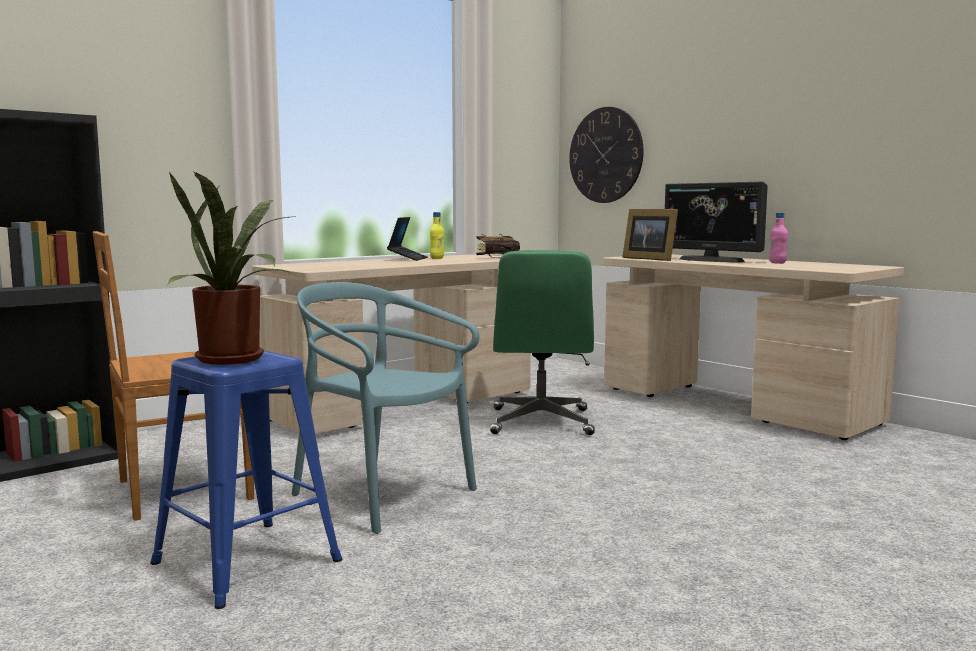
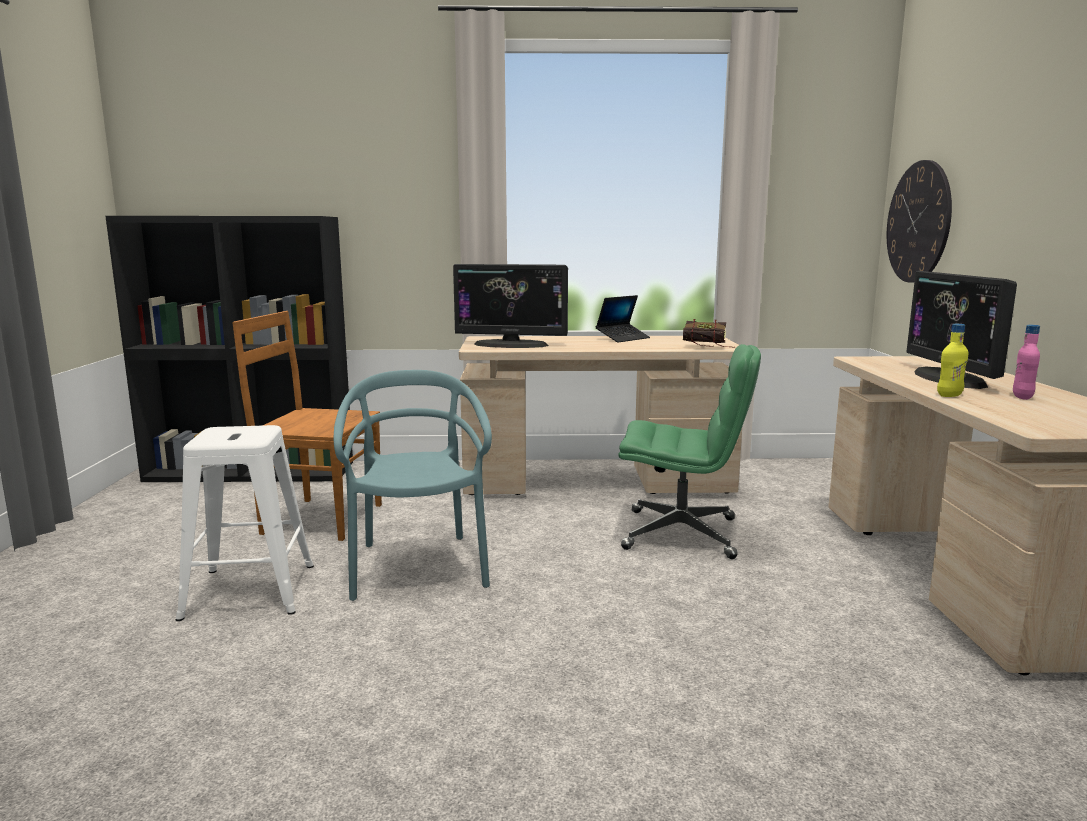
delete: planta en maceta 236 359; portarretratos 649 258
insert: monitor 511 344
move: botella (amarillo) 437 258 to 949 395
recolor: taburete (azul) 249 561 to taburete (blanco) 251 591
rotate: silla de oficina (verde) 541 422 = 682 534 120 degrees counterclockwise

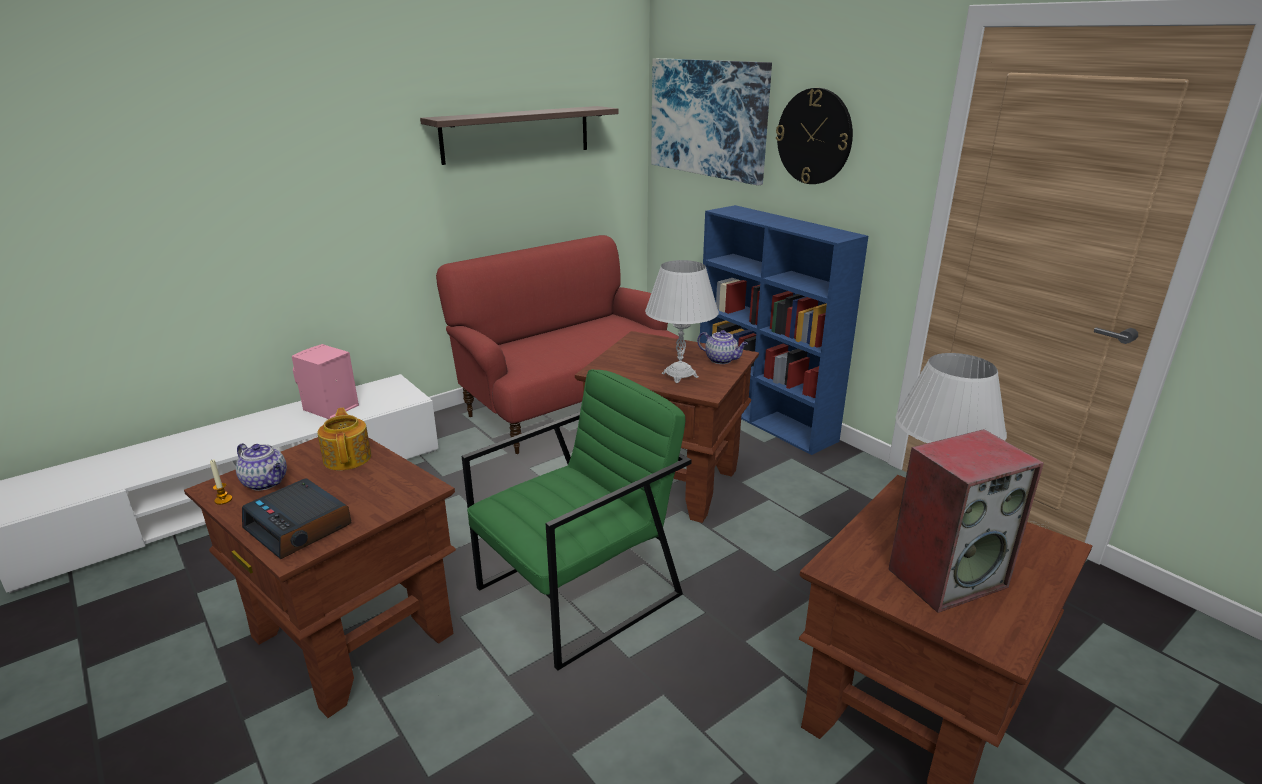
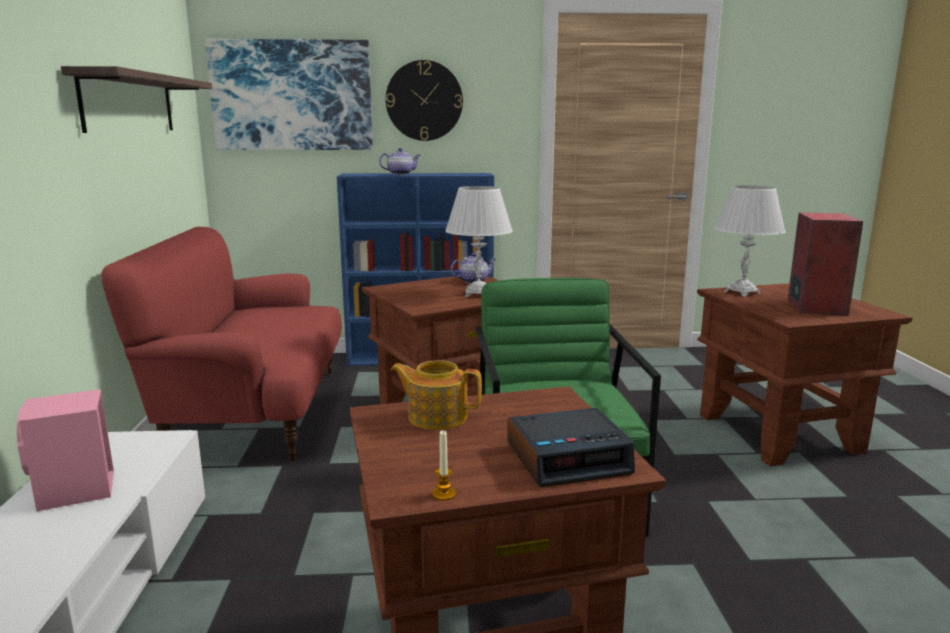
move: tetera 266 482 to 401 174

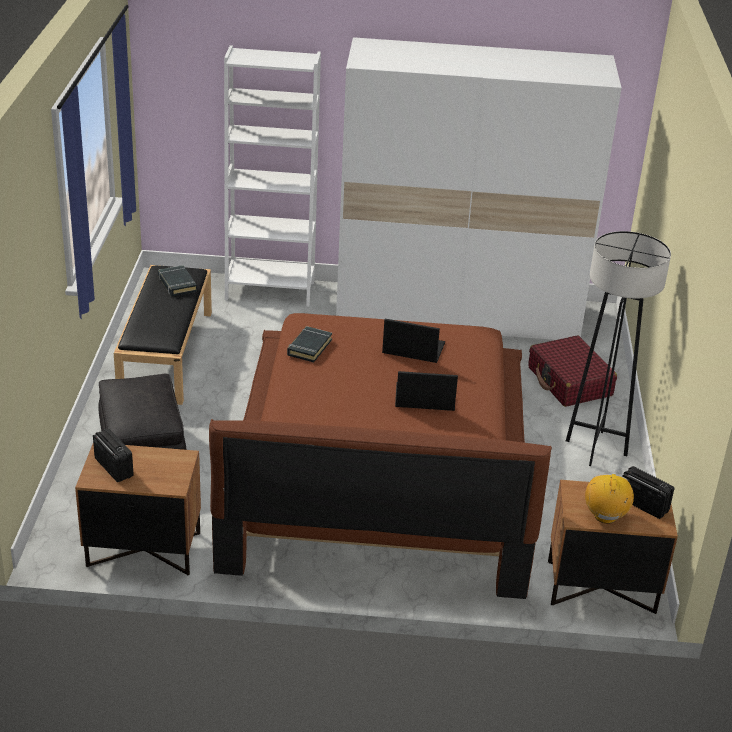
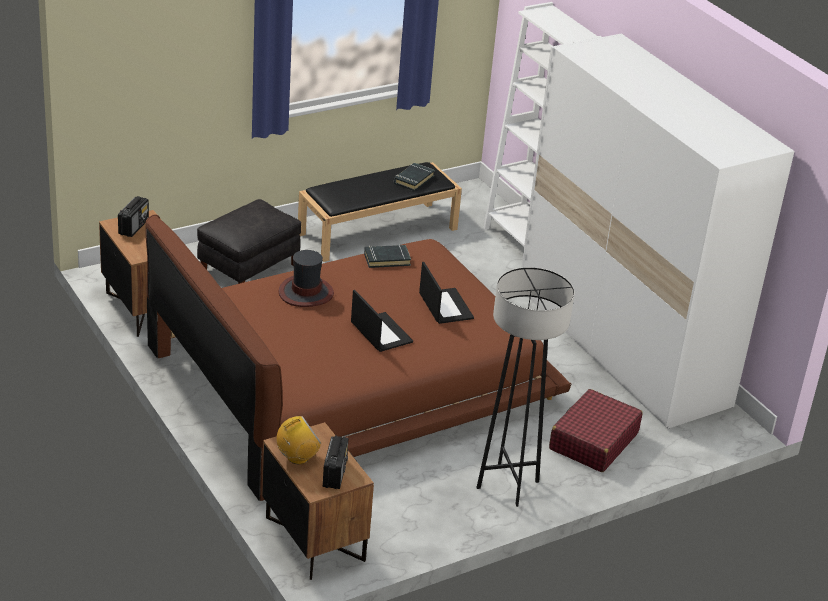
insert: sombrero 305 293

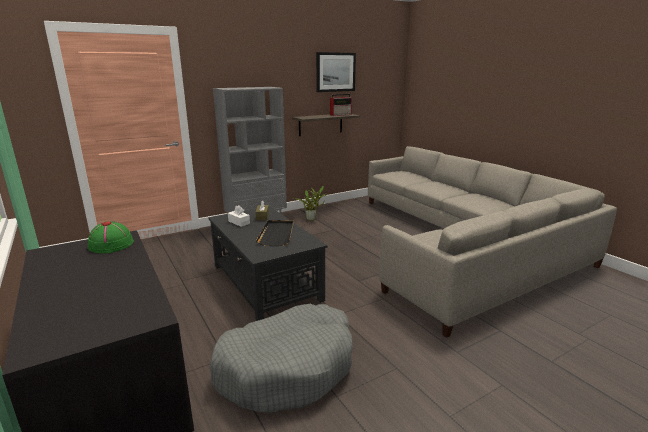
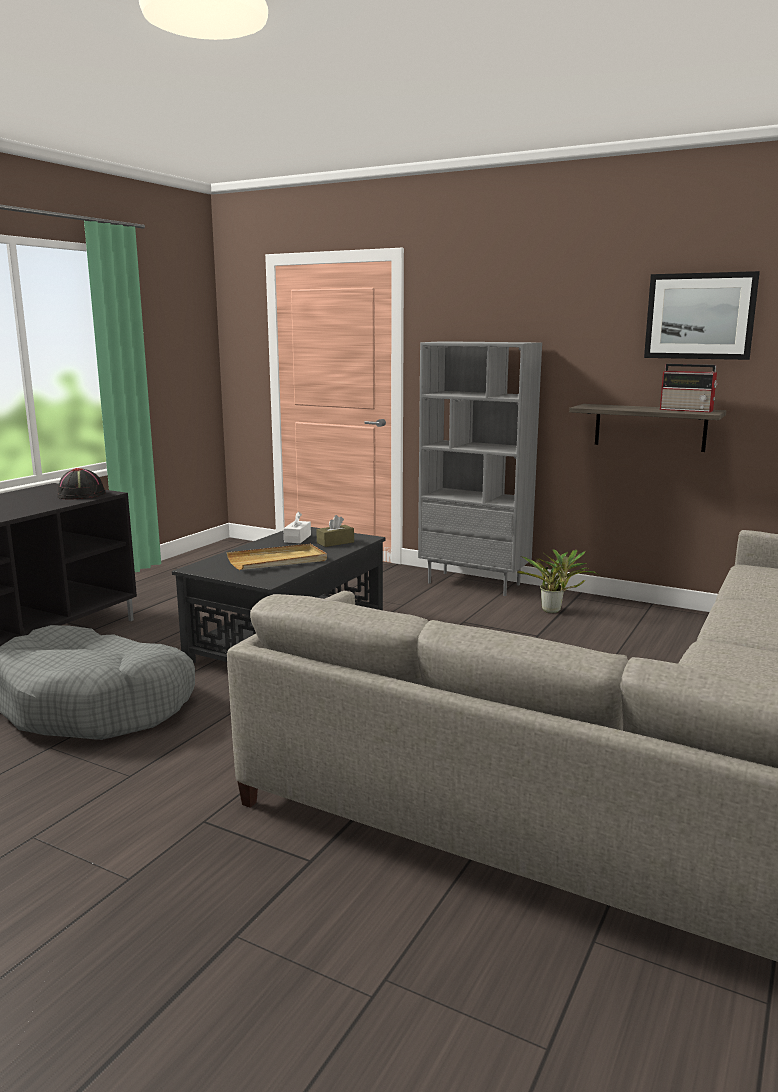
recolor: bandeja (negro) 277 234 to bandeja (beis) 278 561; sombrero (verde) 111 244 to sombrero (negro) 81 495

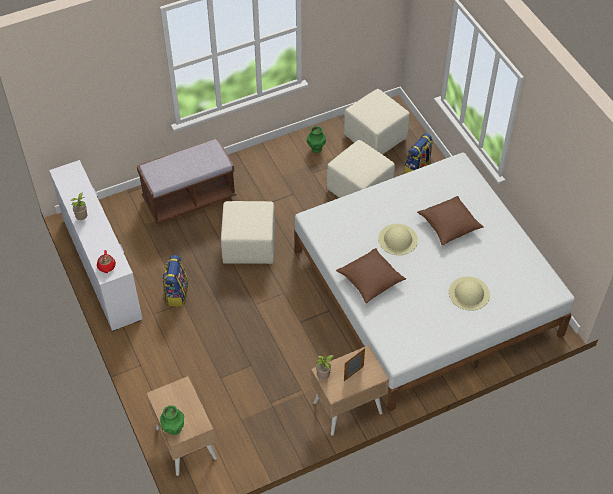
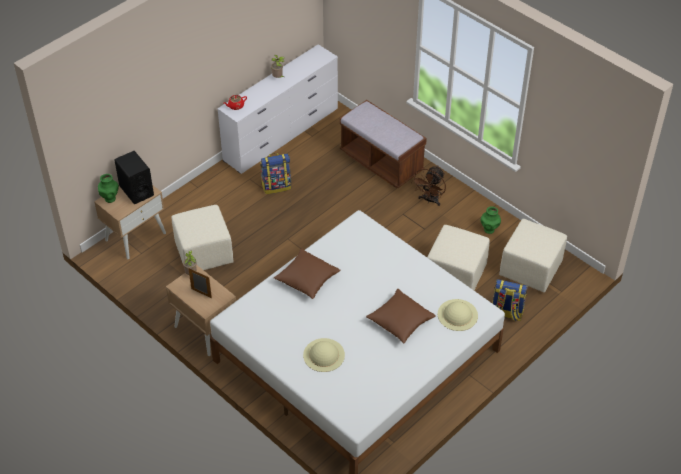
insert: altavoz (negro) 136 191; ventilador (marrón) 429 200
move: puf (beis) 248 246 to 203 253; sombrero (beis) 398 239 to 457 315

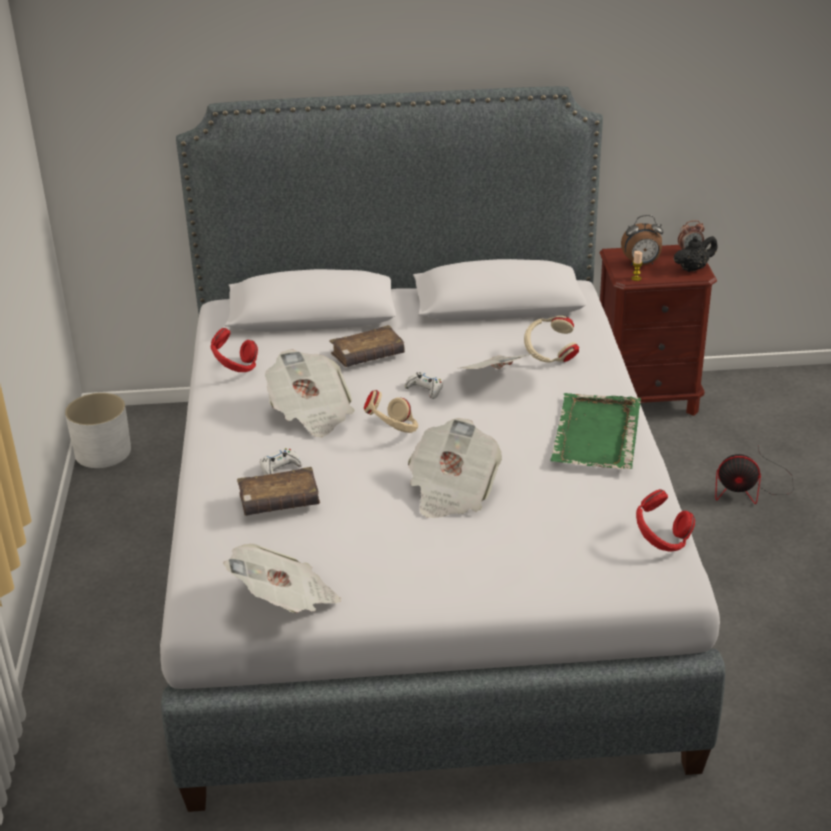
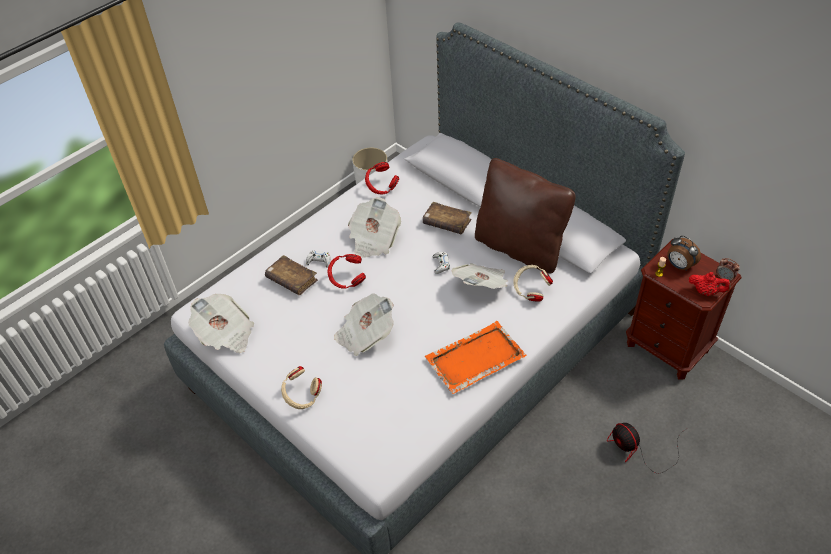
insert: cojín (marrón) 520 247
move: auriculares (beis) 393 431 to 302 397; auriculares (rojo) 661 541 to 347 280
recolor: tetera (negro) 693 268 to tetera (rojo) 706 292; bandeja (verde) 596 435 to bandeja (naranja) 474 359

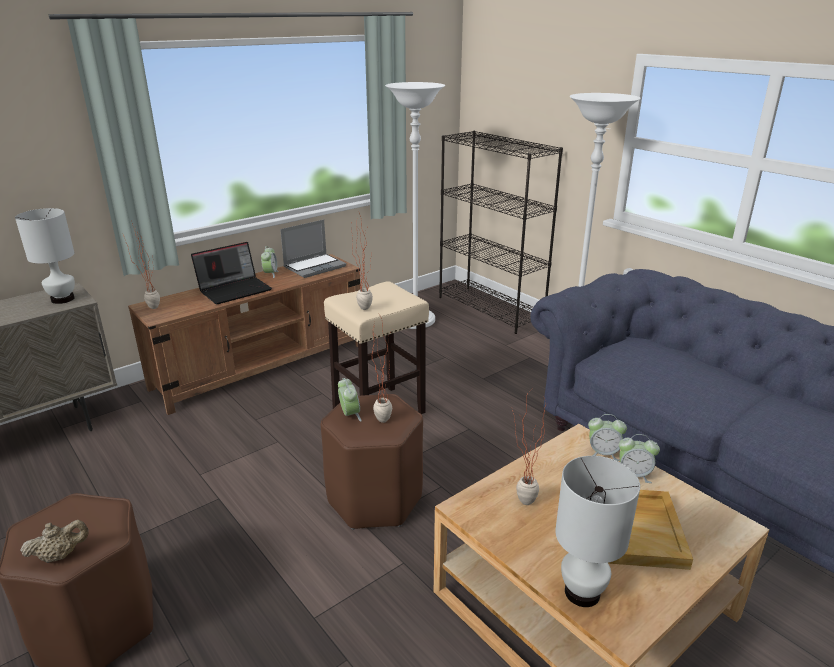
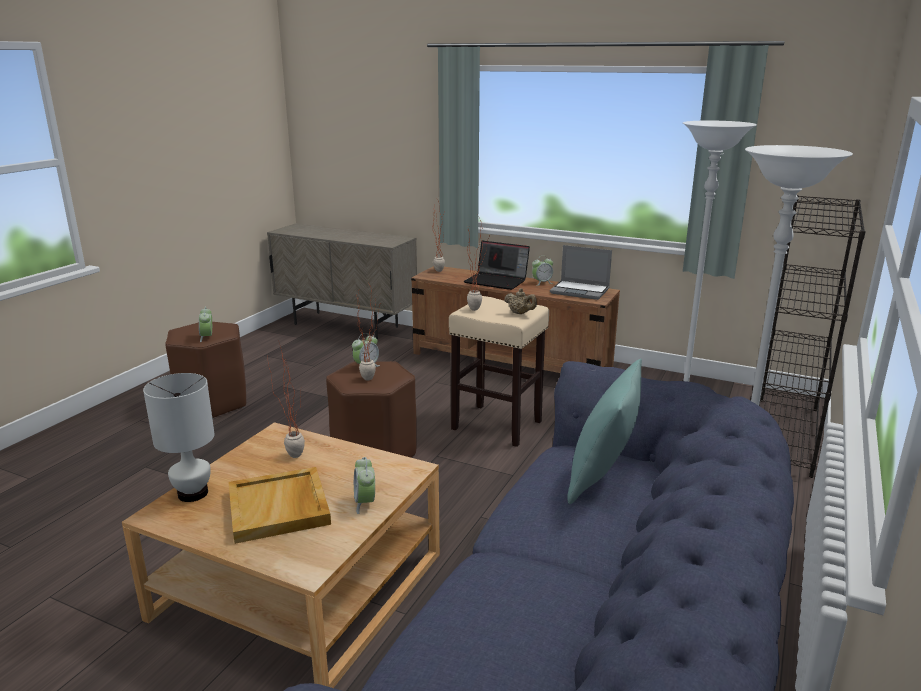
delete: lámpara de mesa (blanco) 62 299
insert: cojín (turquesa) 602 478
move: despertador 603 453 to 207 337; tetera (beis) 60 555 to 520 313

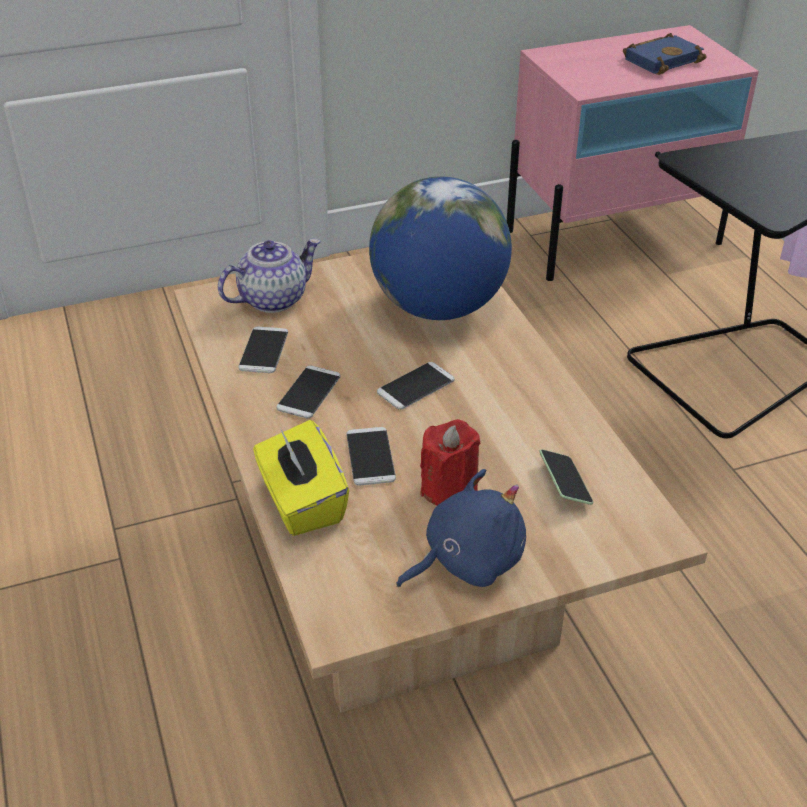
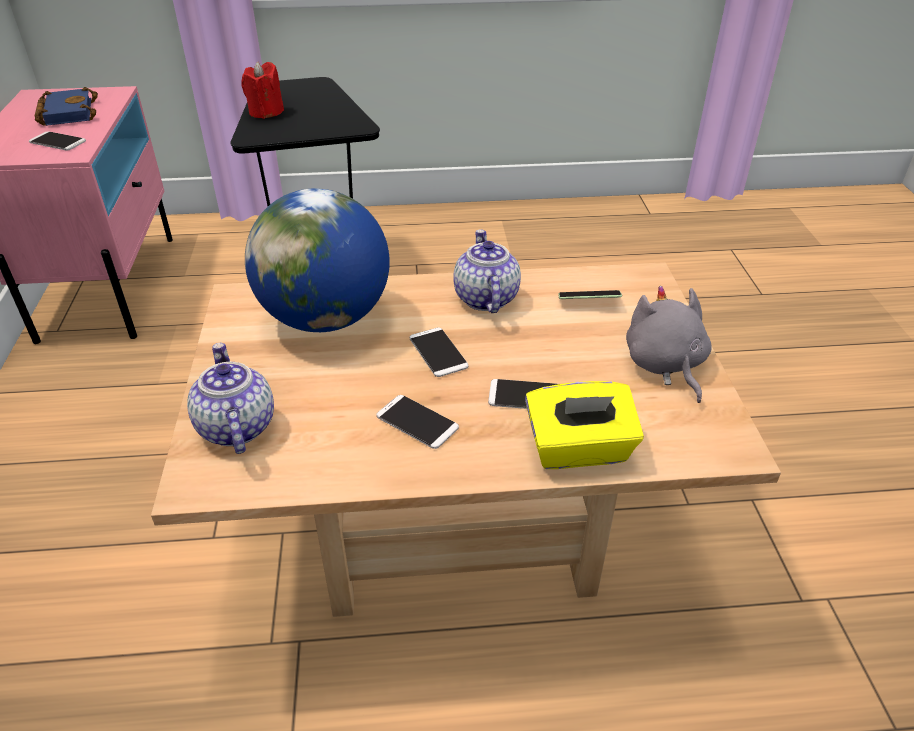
insert: tetera 485 298
move: móvil 264 350 to 57 142; vela (rojo) 449 489 to 266 112
recolor: peluche (azul) 467 561 to peluche (gris) 665 365

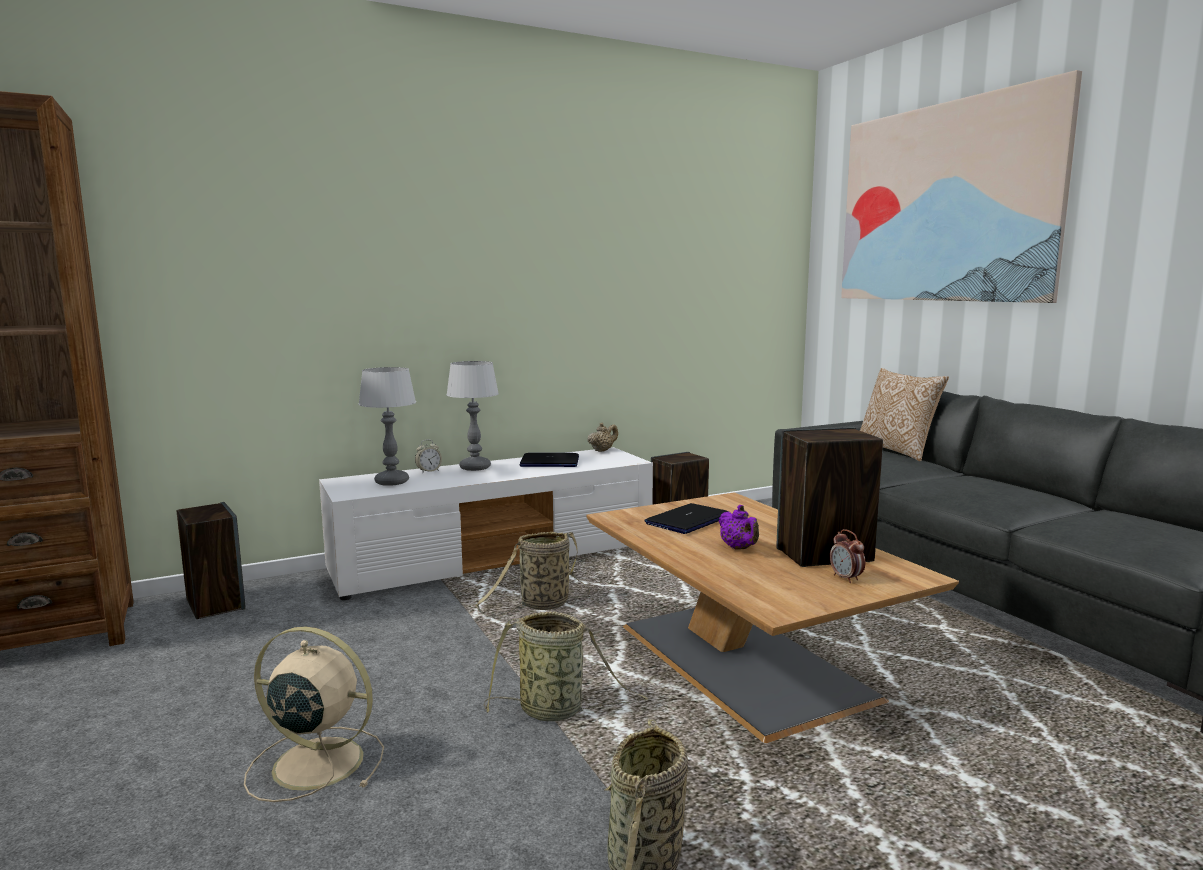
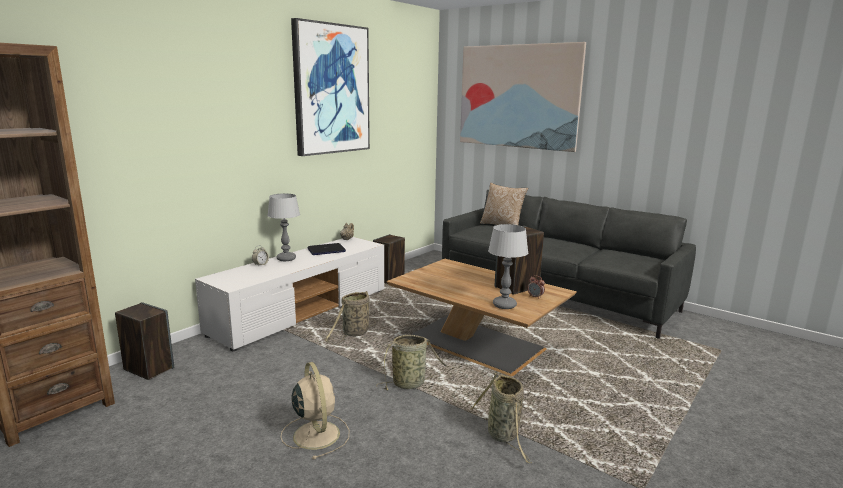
delete: portátil 688 520; tetera (morado) 739 548
insert: cuadro 331 89
move: lámpara de mesa 391 482 to 504 305
rotate: ventilador (beis) 314 762 = 316 434 75 degrees clockwise

